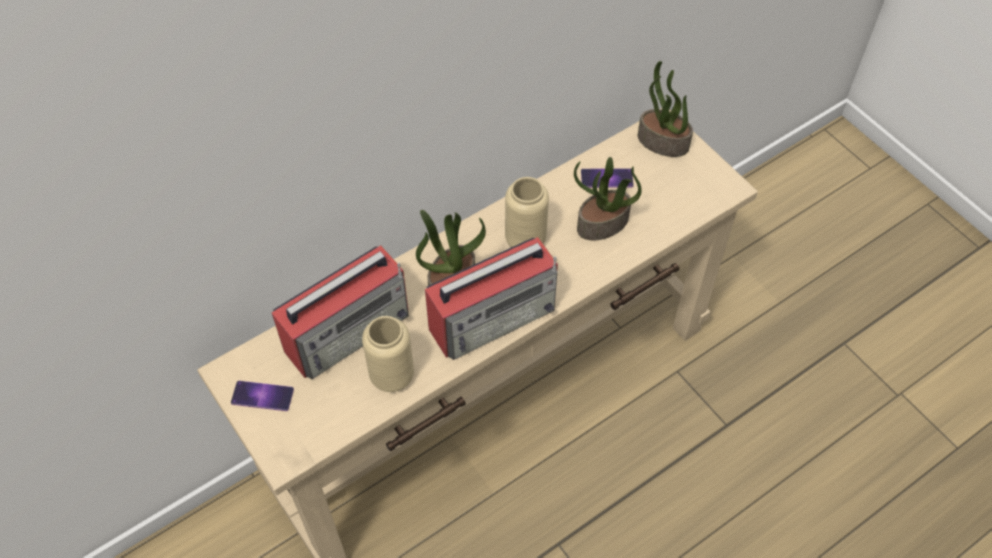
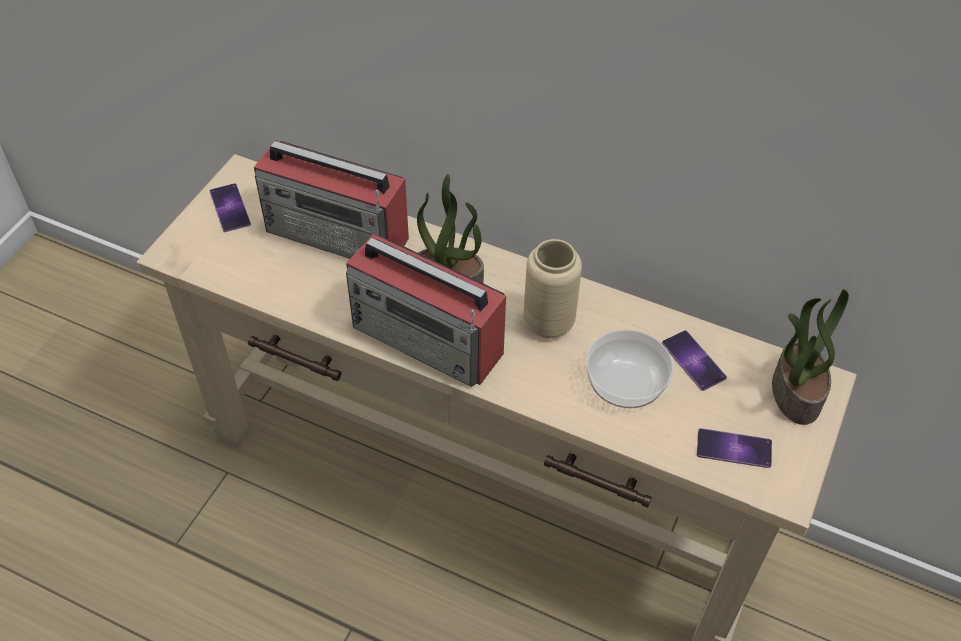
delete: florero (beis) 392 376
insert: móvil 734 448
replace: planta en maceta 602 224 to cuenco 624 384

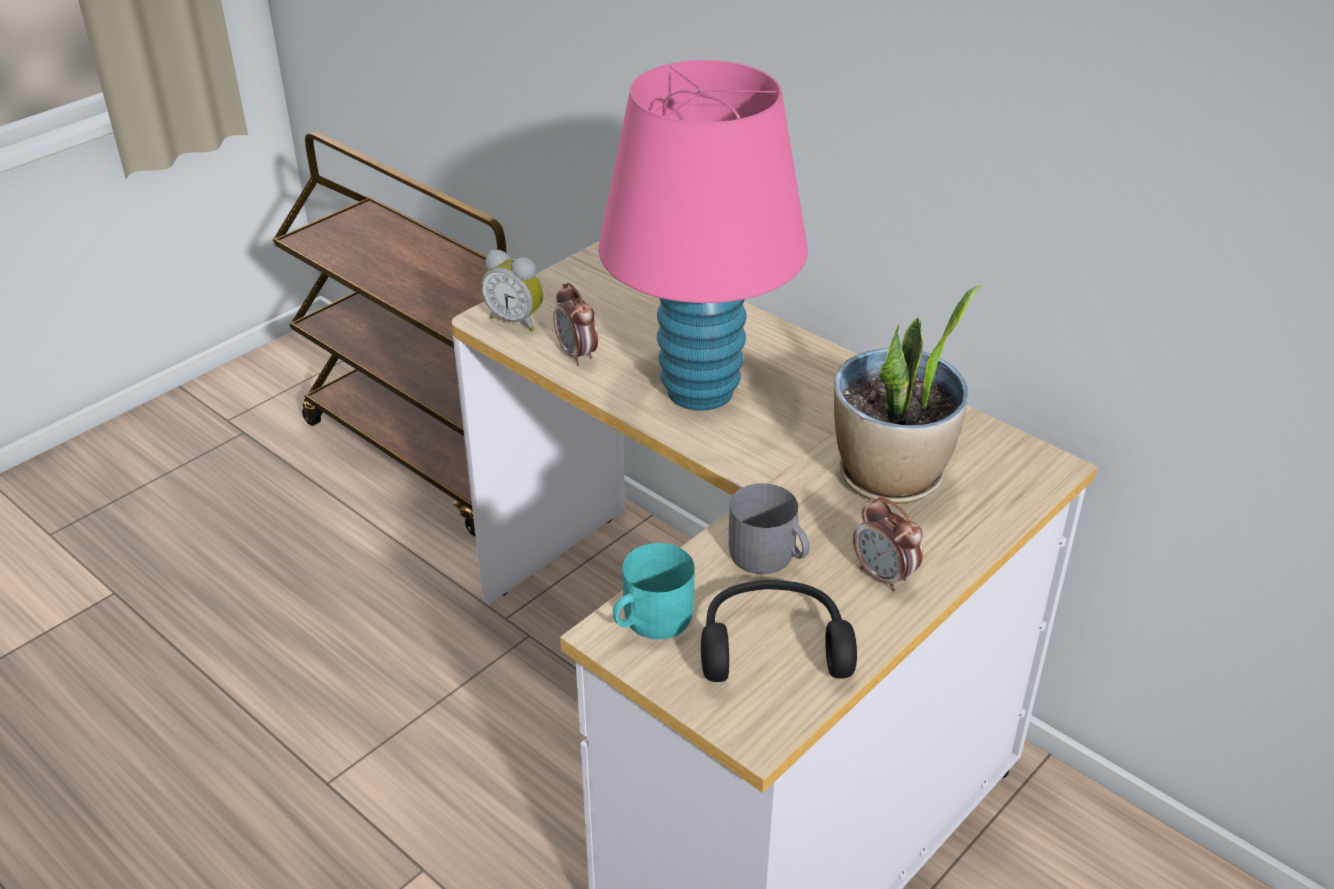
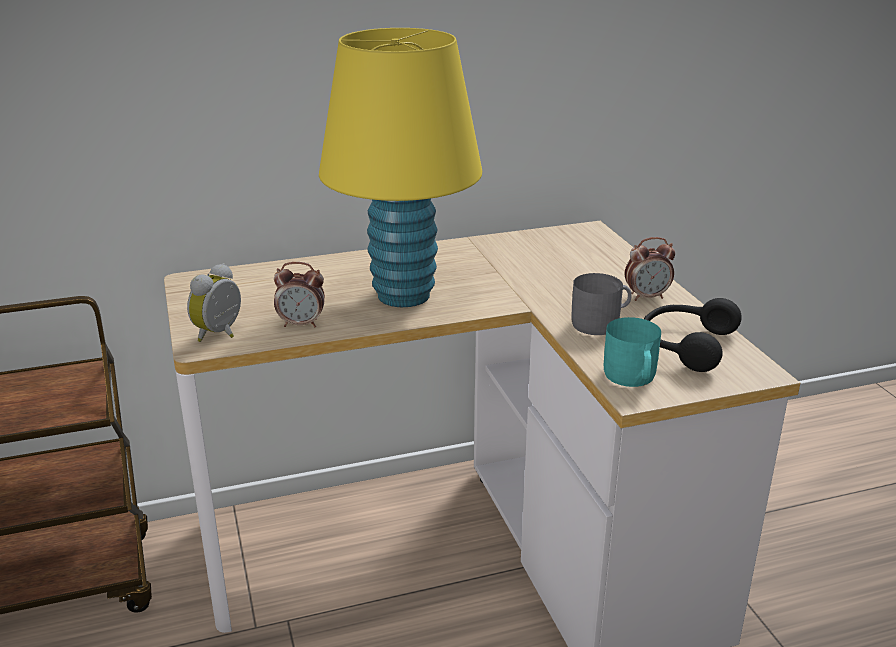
delete: planta en maceta 890 477
recolor: lámpara de mesa (rosa) 699 391 to lámpara de mesa (amarillo) 403 296
rotate: despertador 517 320 = 221 334 150 degrees clockwise

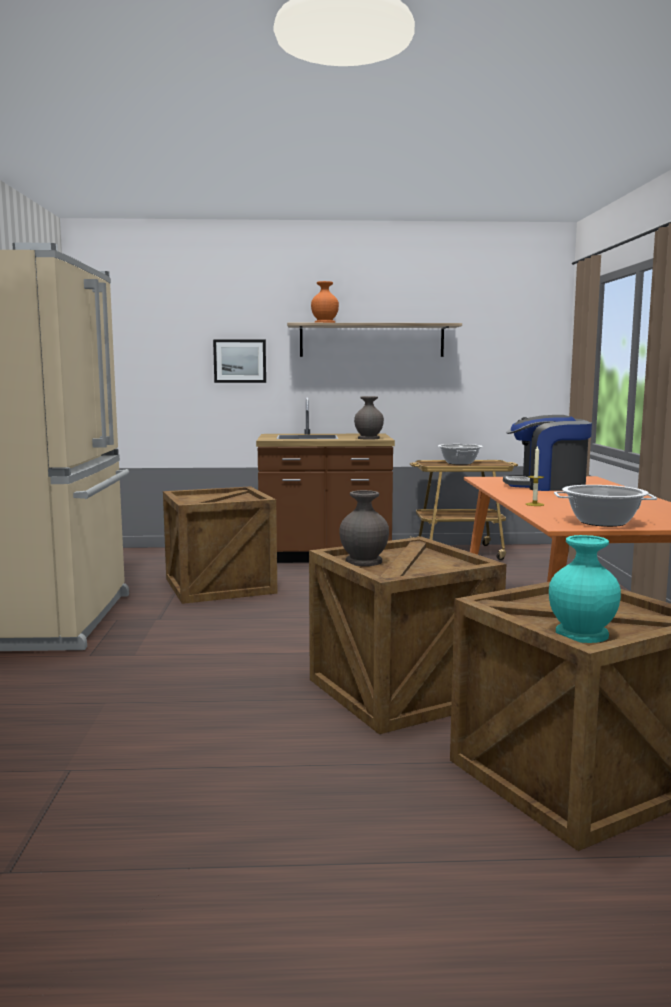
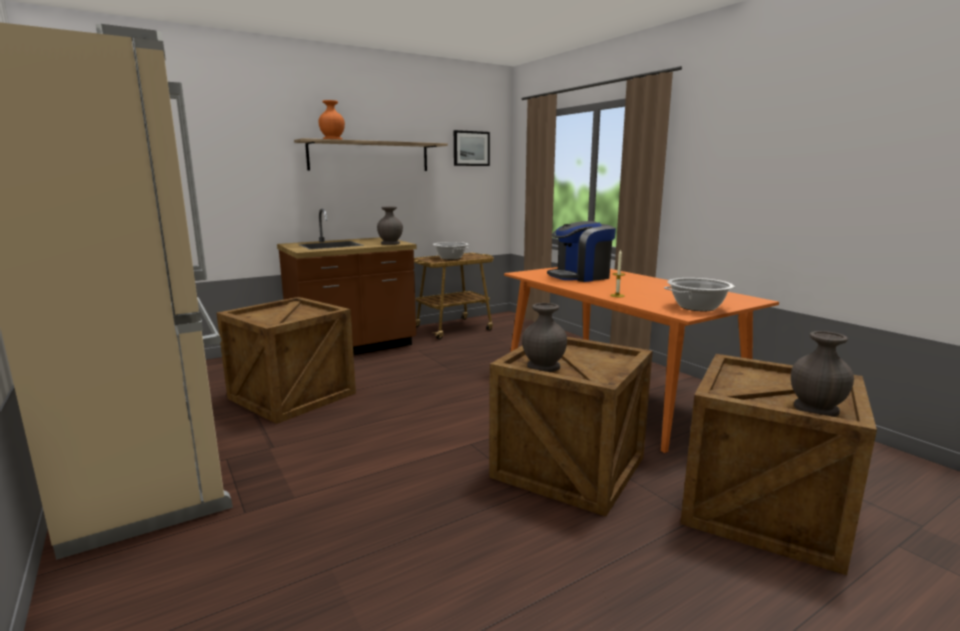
move: cuadro 240 361 to 471 148
recolor: florero (turquesa) 583 634 to florero (gris) 816 408

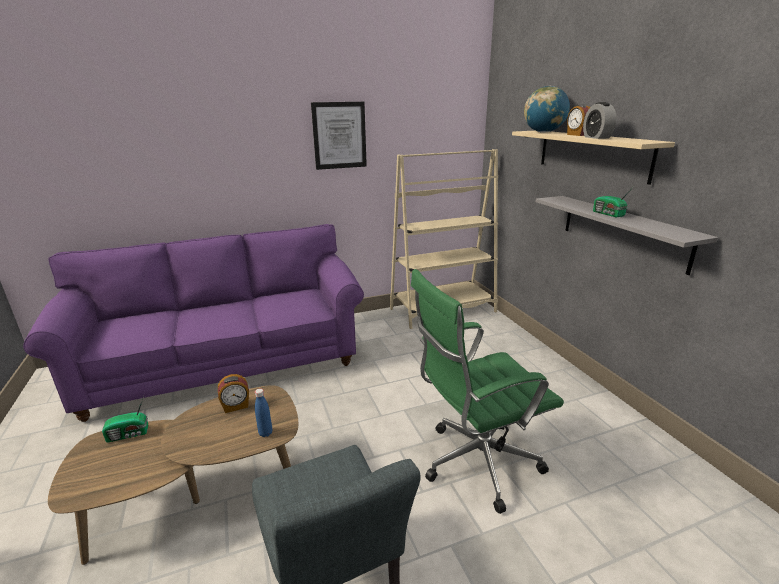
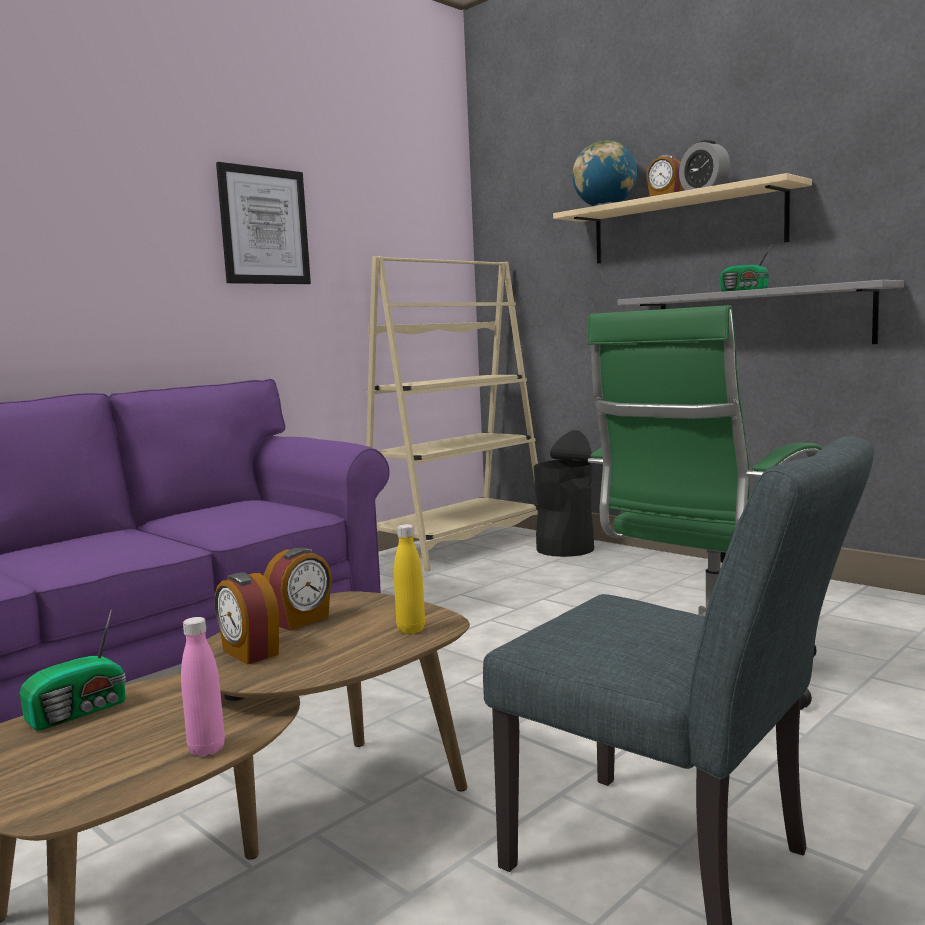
insert: papelera (negro) 565 549; despertador 249 653; botella (rosa) 207 749
recolor: botella (azul) 265 433 to botella (amarillo) 411 630

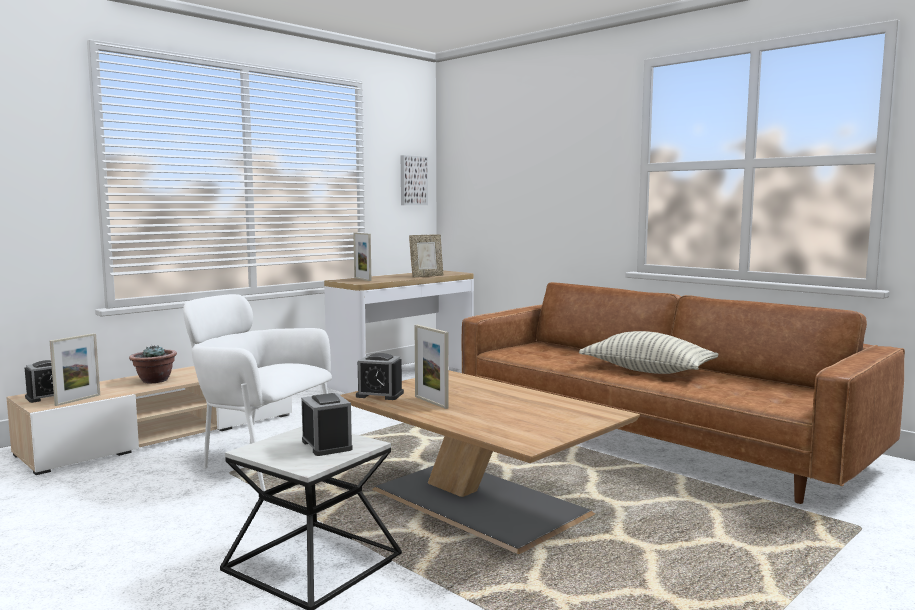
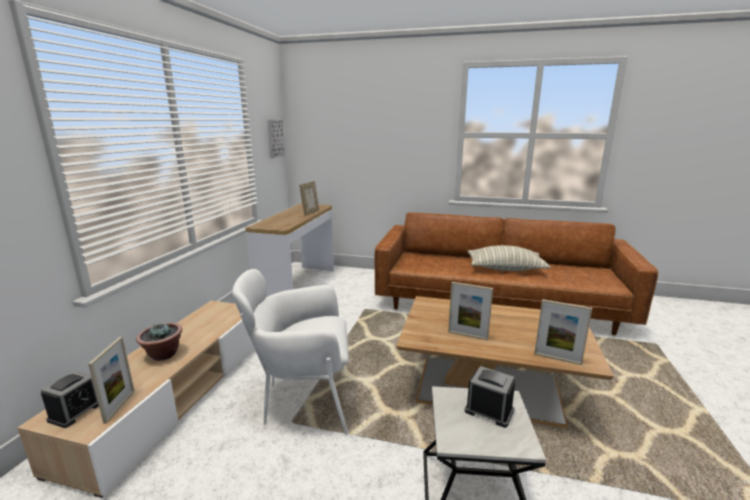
delete: despertador 380 395
move: portarretratos 362 279 to 557 359

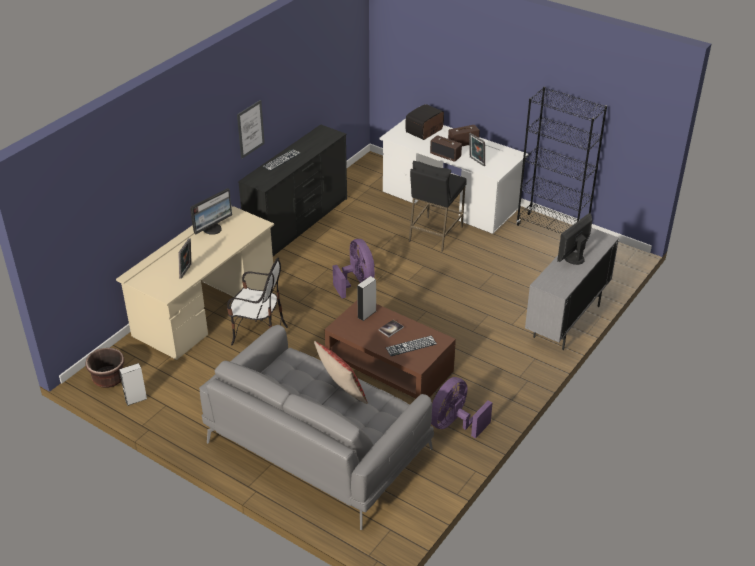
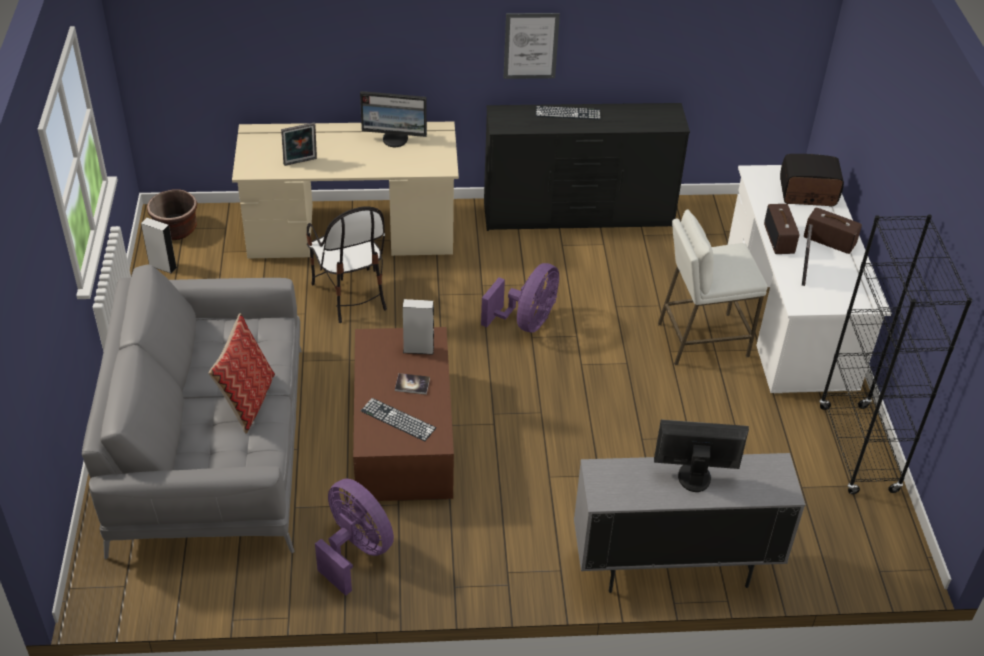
recolor: taburete (negro) 435 234 to taburete (blanco) 702 339
rotate: ventilador (morado) 454 424 = 355 551 45 degrees clockwise

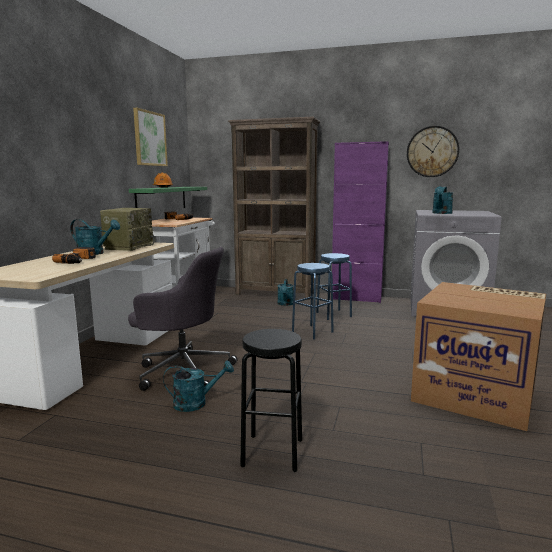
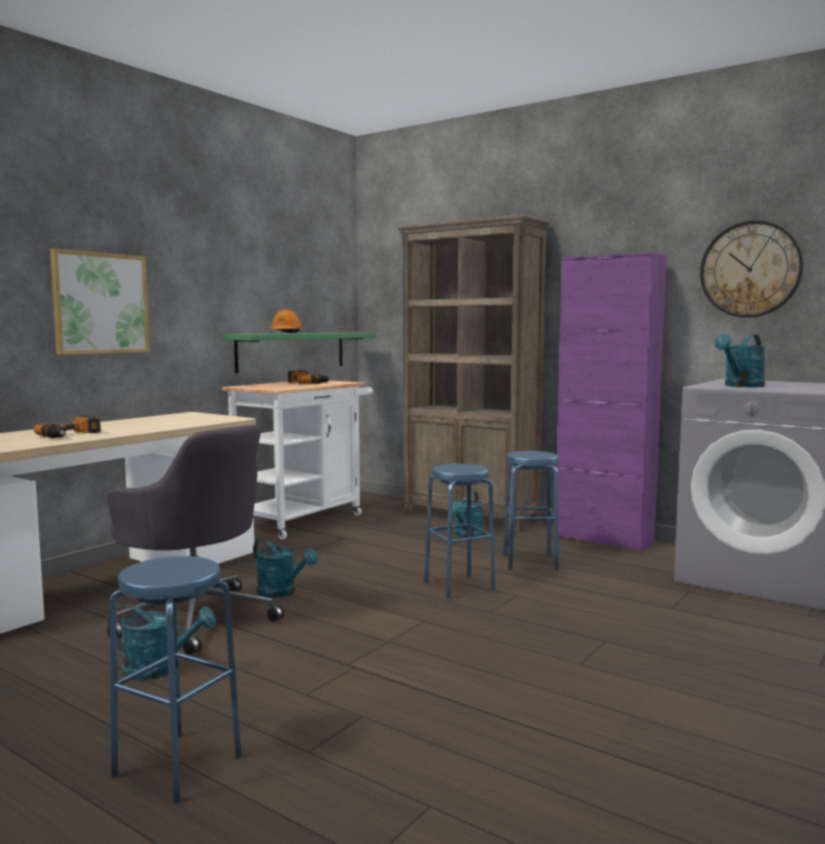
delete: radio 129 247; caja de cartón 476 393
move: cuadro 149 138 to 100 303; regadera (turquesa) 95 253 to 282 593
recolor: taburete (negro) 272 452 to taburete (azul) 177 766

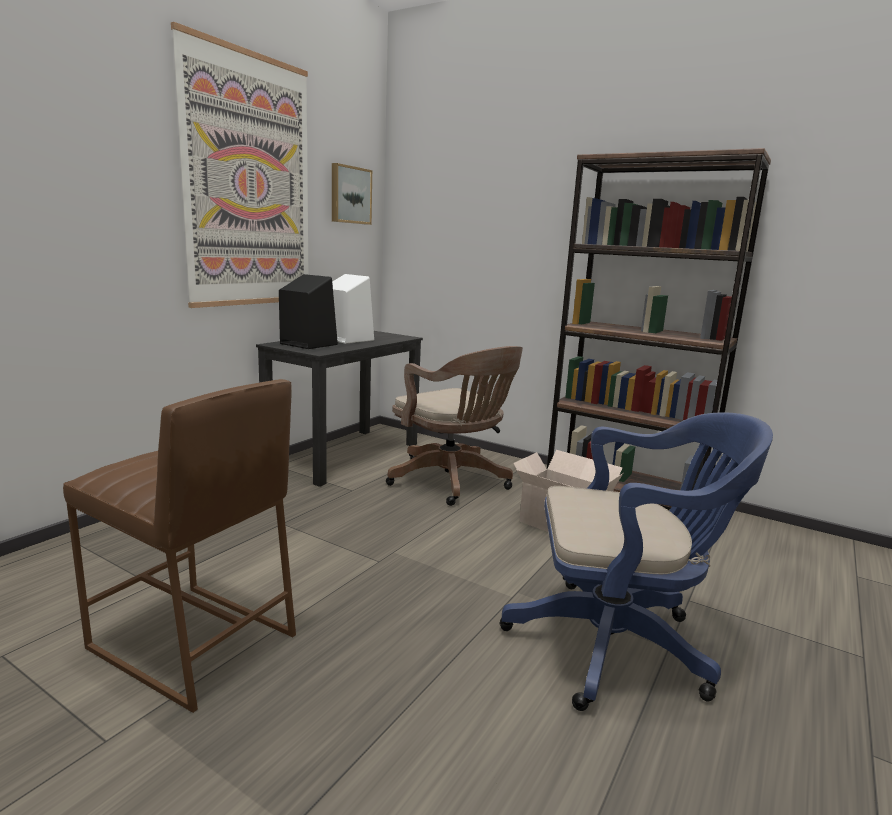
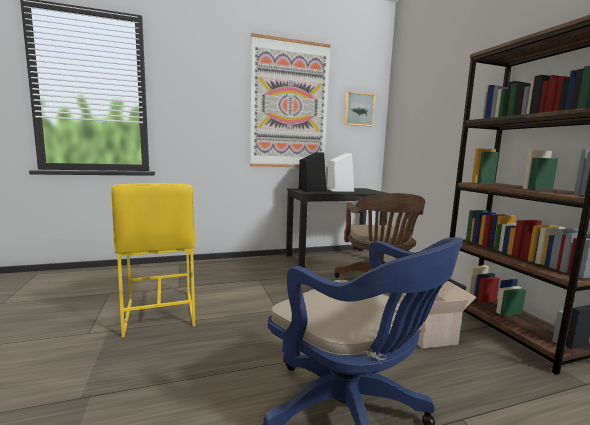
recolor: taburete (marrón) 192 643 to taburete (amarillo) 159 313

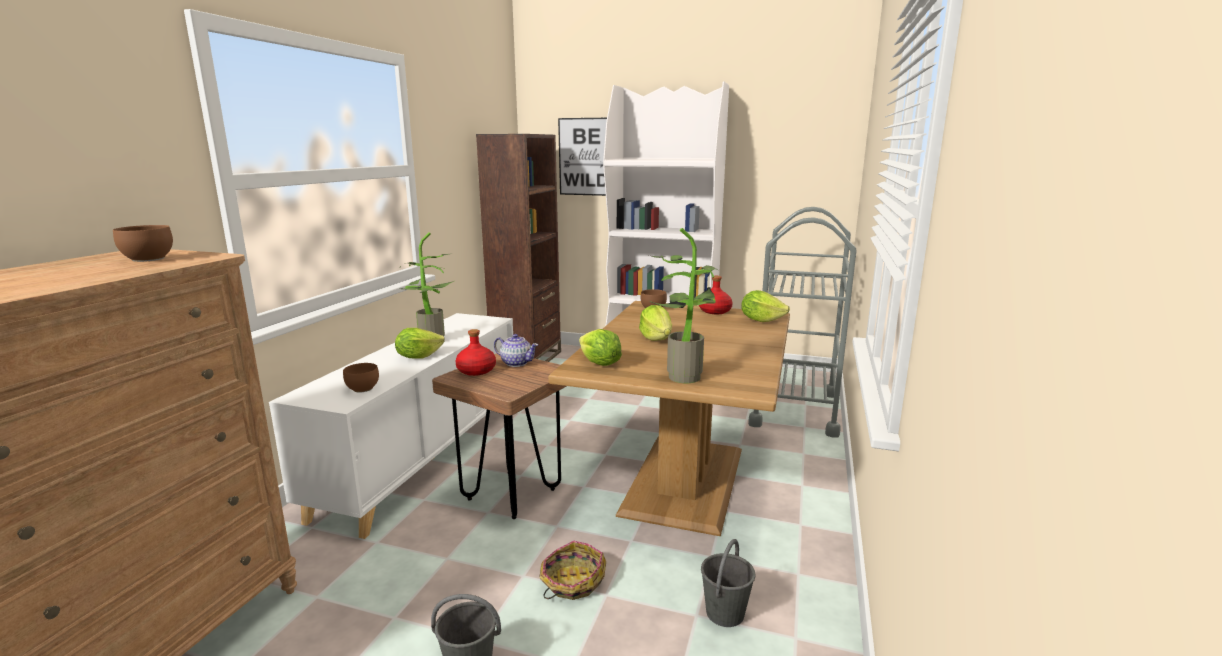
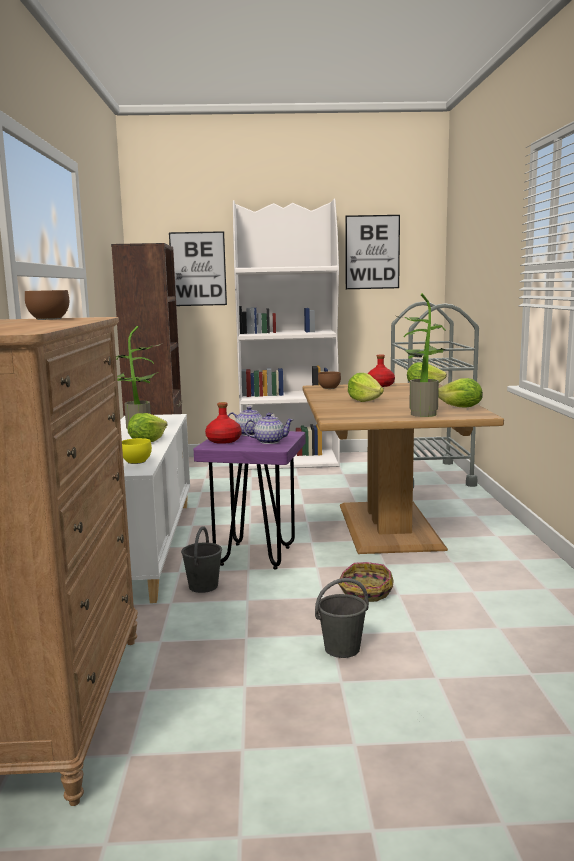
insert: cuadro 372 252; tetera 269 441
move: lechuga 599 364 to 460 407; cubo (gris) 724 613 to 203 586
recolor: taburete (marrón) 511 494 to taburete (morado) 255 556; cuenco (marrón) 363 389 to cuenco (amarillo) 137 462

